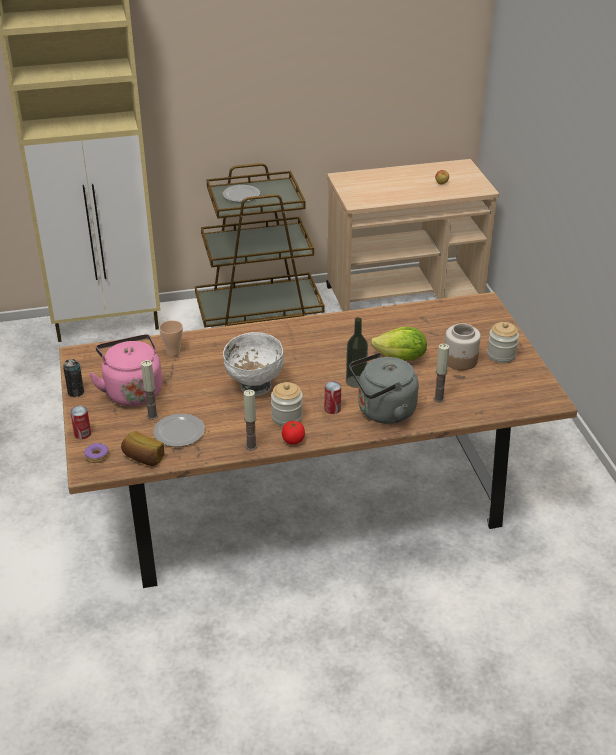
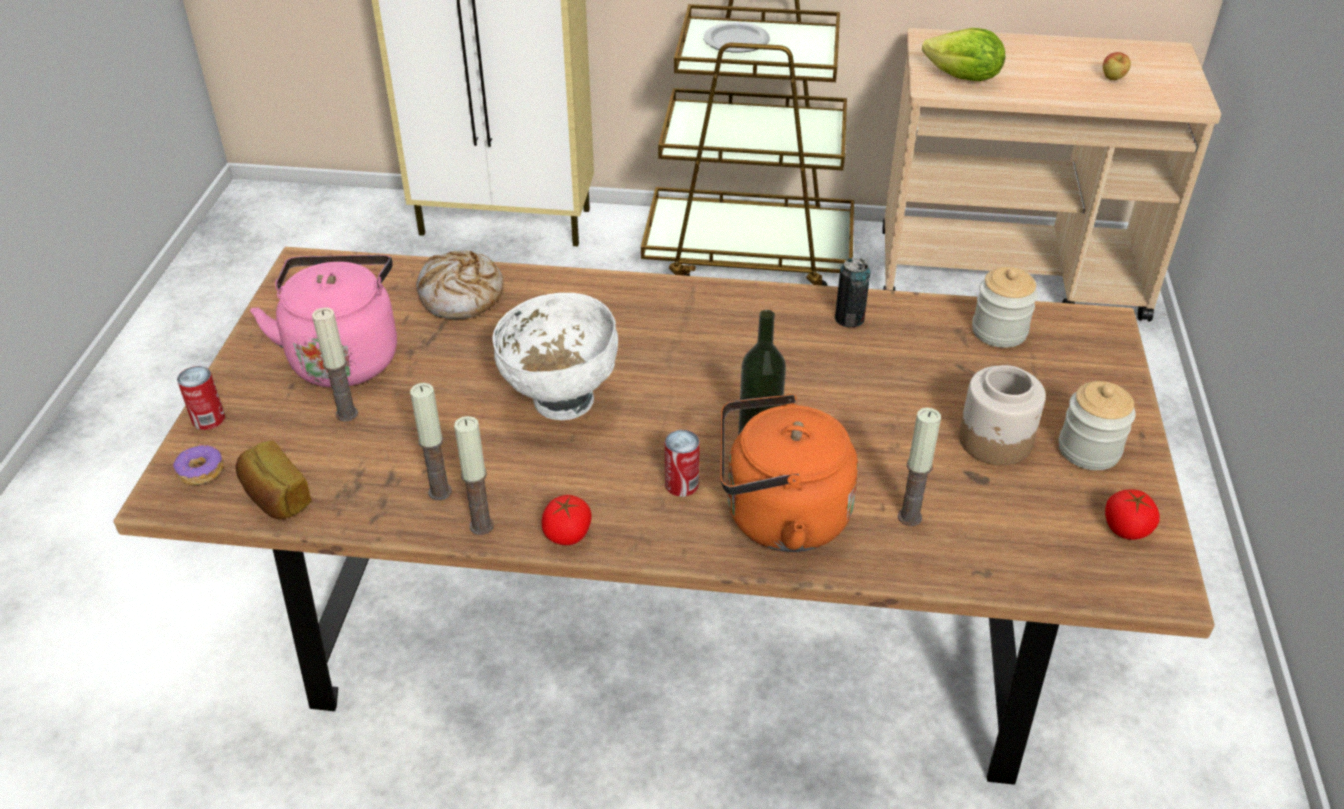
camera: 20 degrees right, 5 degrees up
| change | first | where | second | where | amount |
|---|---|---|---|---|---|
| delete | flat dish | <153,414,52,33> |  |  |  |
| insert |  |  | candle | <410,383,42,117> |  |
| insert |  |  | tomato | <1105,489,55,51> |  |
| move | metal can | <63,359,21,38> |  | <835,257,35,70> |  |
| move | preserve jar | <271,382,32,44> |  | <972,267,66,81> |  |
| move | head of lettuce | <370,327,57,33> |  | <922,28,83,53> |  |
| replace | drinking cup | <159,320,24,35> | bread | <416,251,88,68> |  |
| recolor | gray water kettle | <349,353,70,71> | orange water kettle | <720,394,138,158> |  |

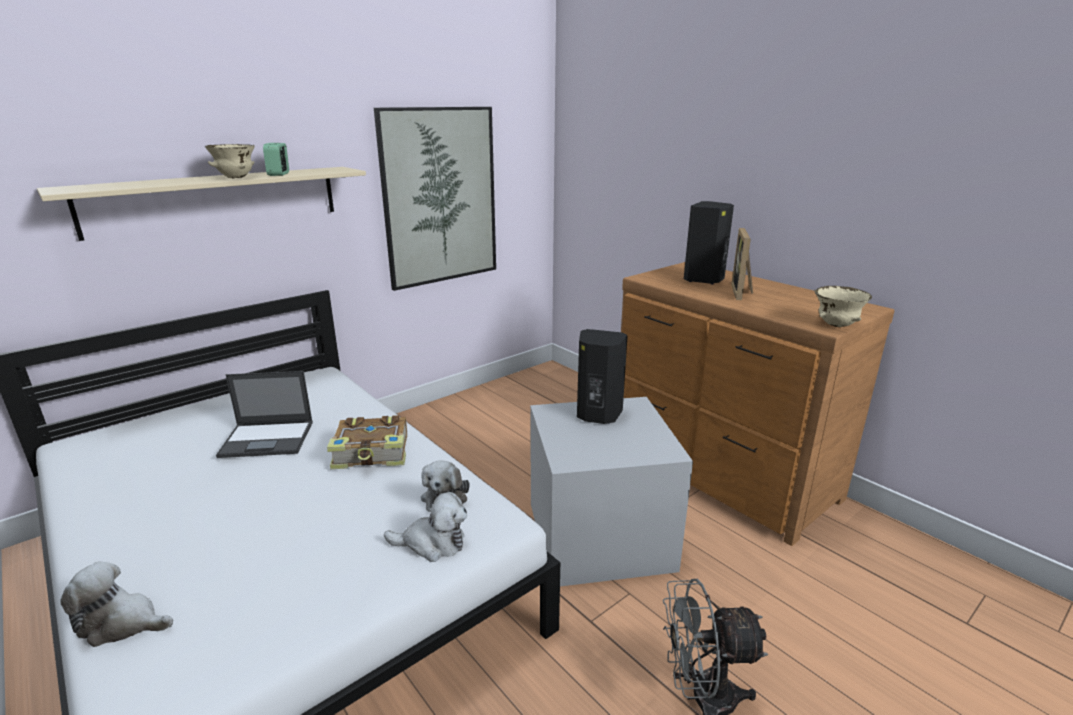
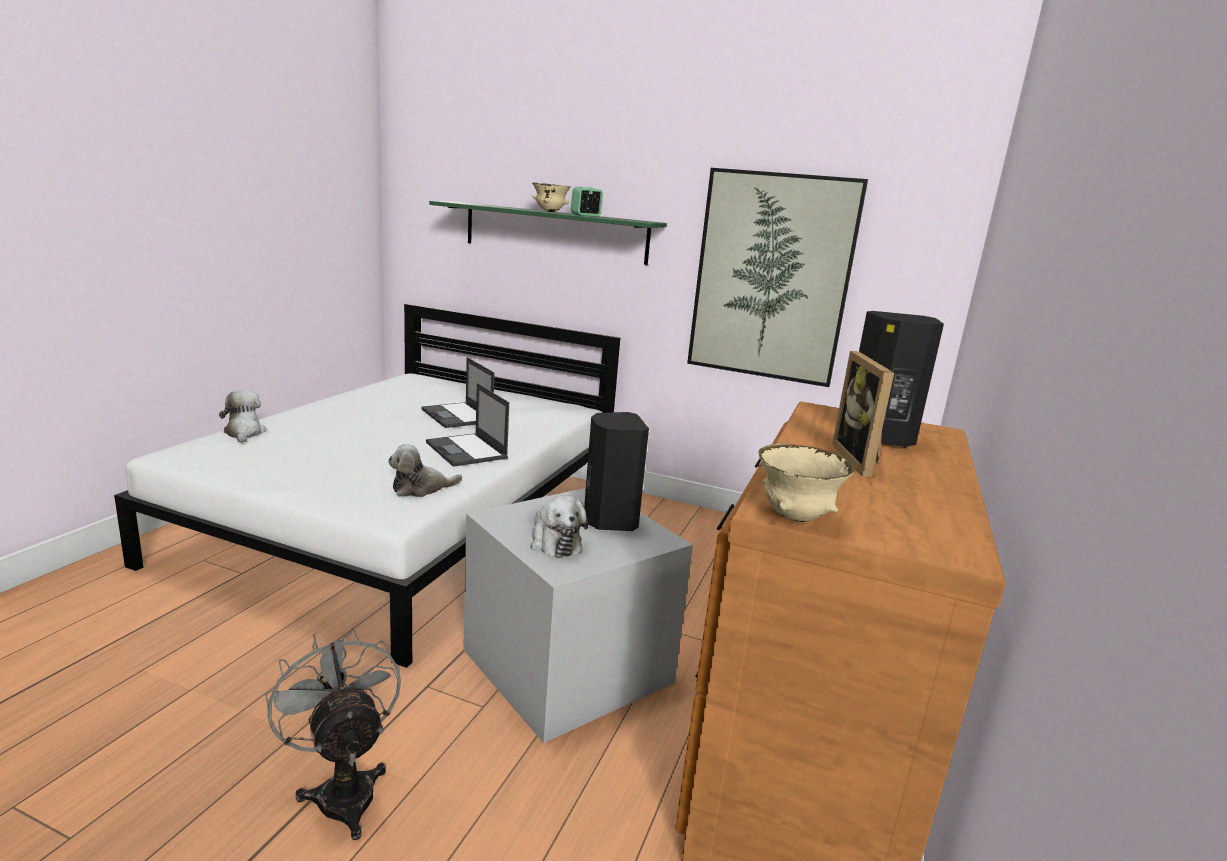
camera: 60 degrees right, 5 degrees down
| change | first | where | second | where | amount |
|---|---|---|---|---|---|
| move | cuddly toy | <384,492,83,70> |  | <531,495,57,63> |  |
| replace | book | <327,415,80,54> | laptop | <426,383,83,84> |  |
| recolor | sand-coloured bracket shelf | <37,167,329,74> | green bracket shelf | <429,201,238,64> |  |
| rotate | picture frame | <731,228,22,72> |  | <832,351,62,126> | 75 degrees counterclockwise |

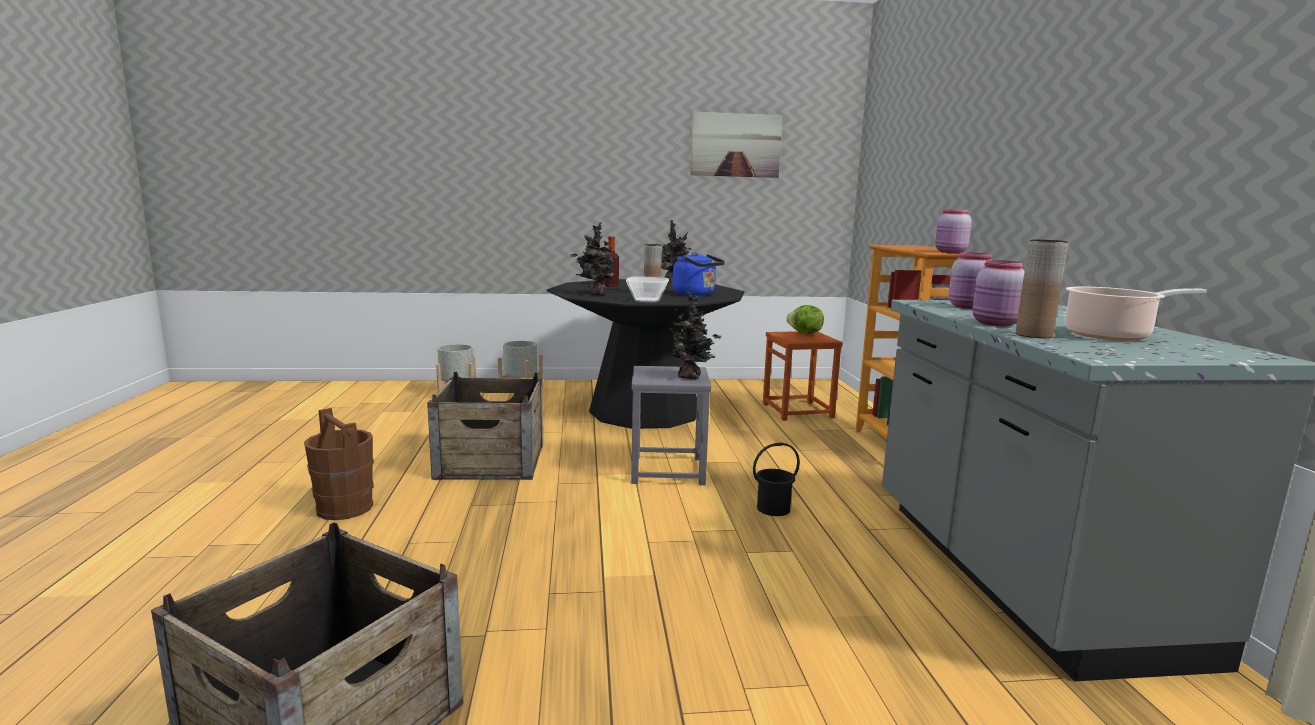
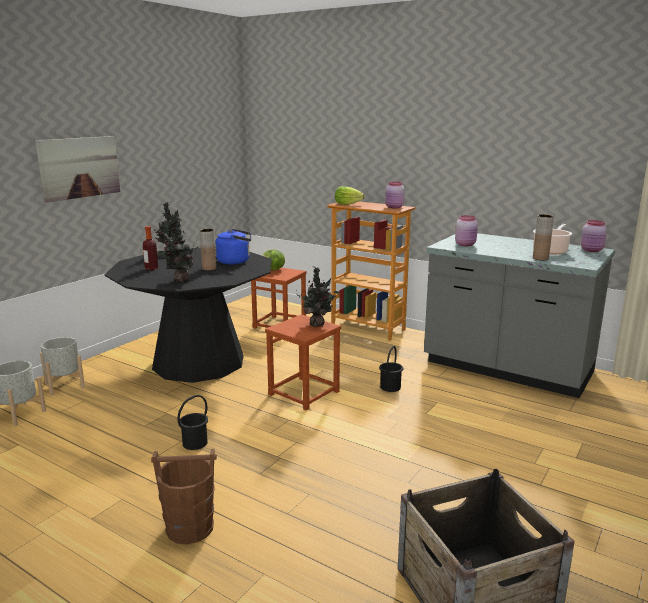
camera: 50 degrees left, 5 degrees up
| change | first | where | second | where | amount |
|---|---|---|---|---|---|
| delete | deep dish | <626,276,43,26> |  |  |  |
| insert |  |  | head of lettuce | <335,186,29,19> |  |
| move | wall art | <690,112,93,66> |  | <35,136,85,67> |  |
| move | pinkish preserve jar | <972,260,53,66> |  | <581,220,26,32> |  |
| replace | packing crate | <427,372,116,108> | black bucket | <178,395,30,55> |  |
| recolor | gray stool | <631,366,81,119> | brown-coloured stool | <265,315,76,95> |  |

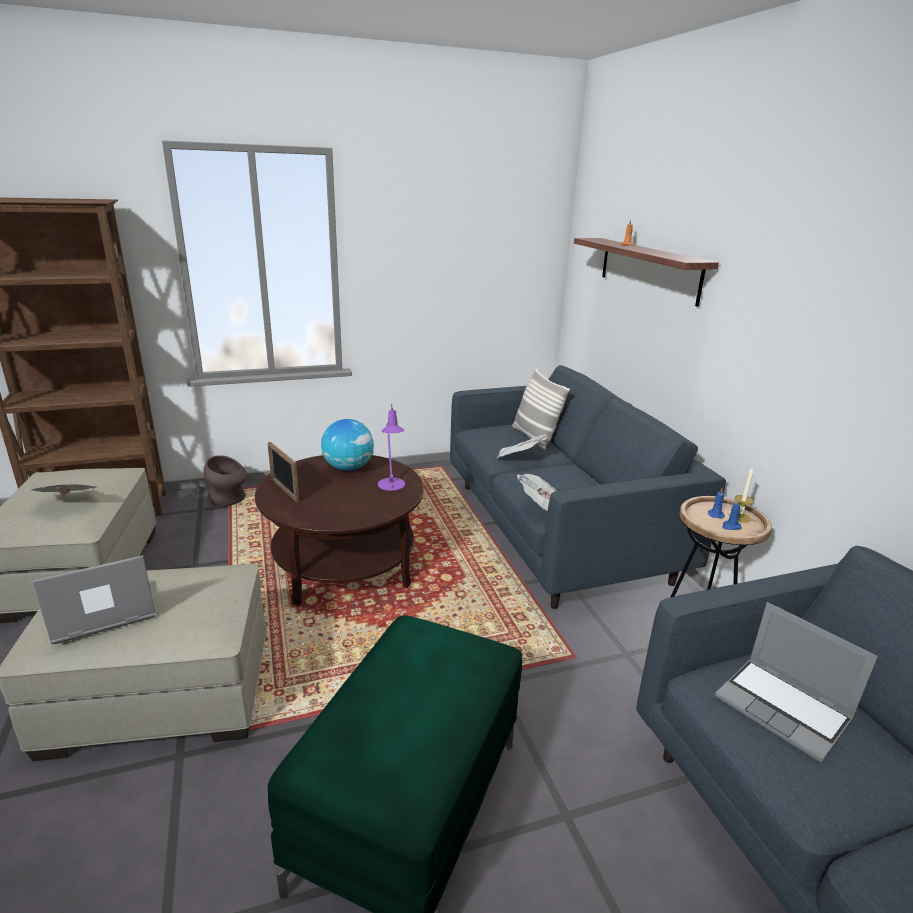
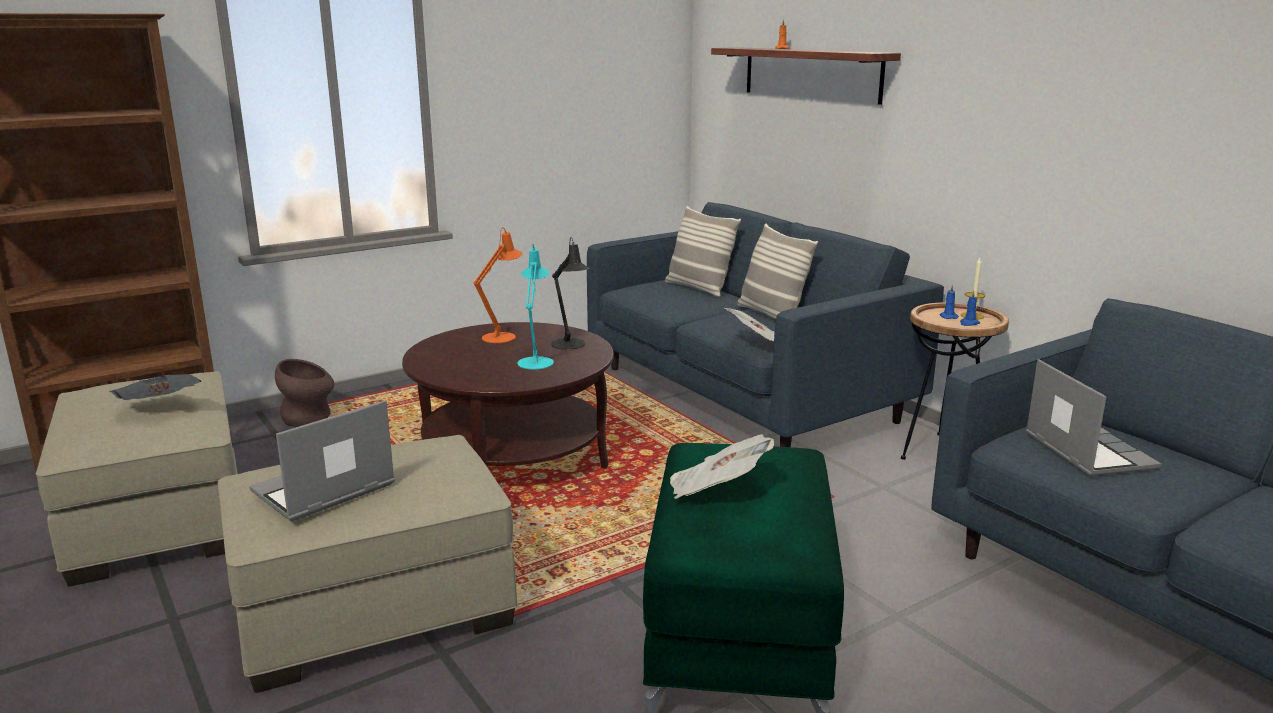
camera: 15 degrees left, 5 degrees down
| change | first | where | second | where | amount |
|---|---|---|---|---|---|
| delete | picture frame | <268,442,31,60> |  |  |  |
| insert |  |  | blue-green lamp for a table | <517,244,37,126> |  |
| insert |  |  | pillow | <737,224,81,95> |  |
| move | daily paper | <496,434,51,24> |  | <670,434,104,65> |  |
| replace | desk globe | <321,419,53,52> | orange lamp for a table | <473,227,50,116> |  |
| recolor | purplish lamp for a table | <378,404,27,87> | black lamp for a table | <551,237,38,113> |  |
| rotate | laptop | <715,602,163,161> |  | <1026,359,136,118> | 135 degrees counterclockwise |

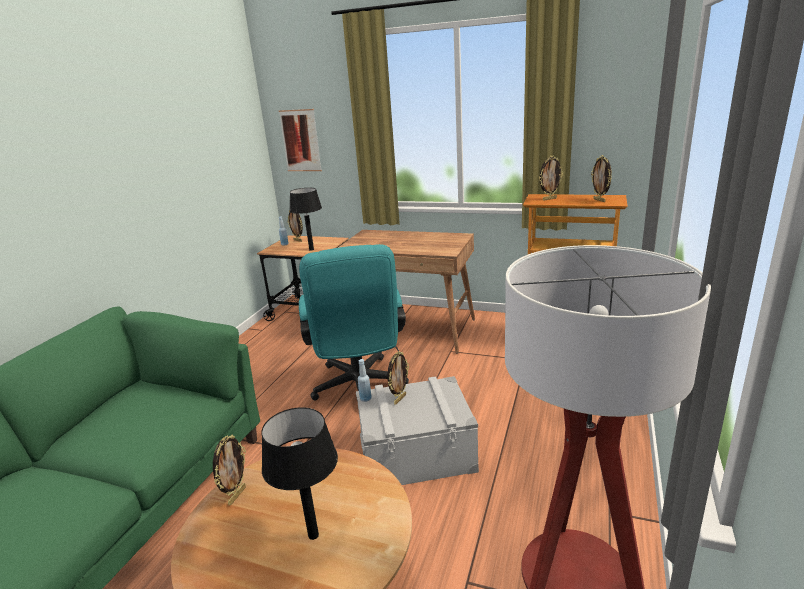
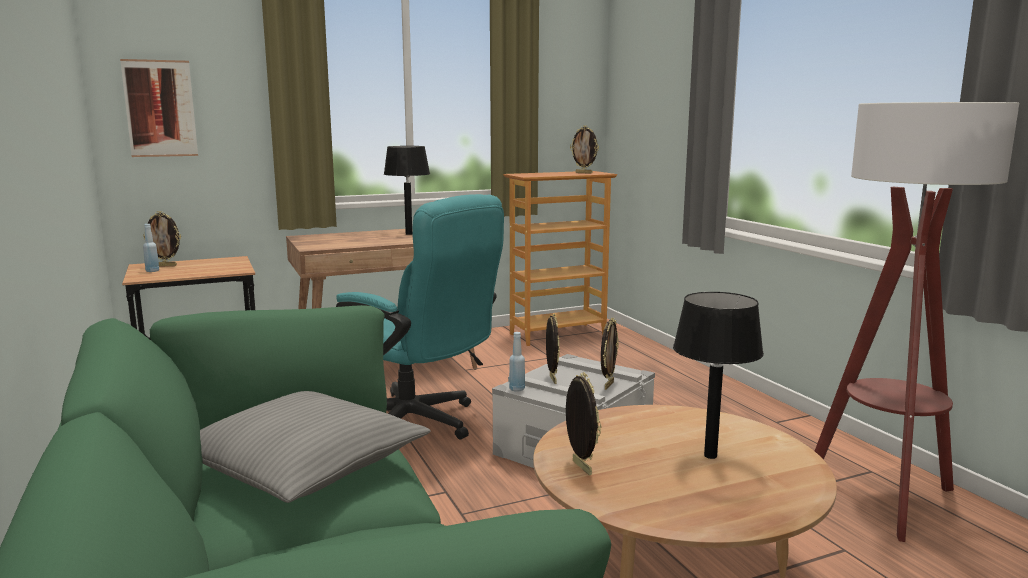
camera: 45 degrees left, 10 degrees down
| change | first | where | second | where | amount |
|---|---|---|---|---|---|
| insert |  |  | gray pillow | <200,391,231,112> |  |
| move | black lamp for a table | <289,188,33,63> |  | <384,146,46,89> |  |
| move | picture frame | <539,155,24,46> |  | <601,318,18,72> |  |

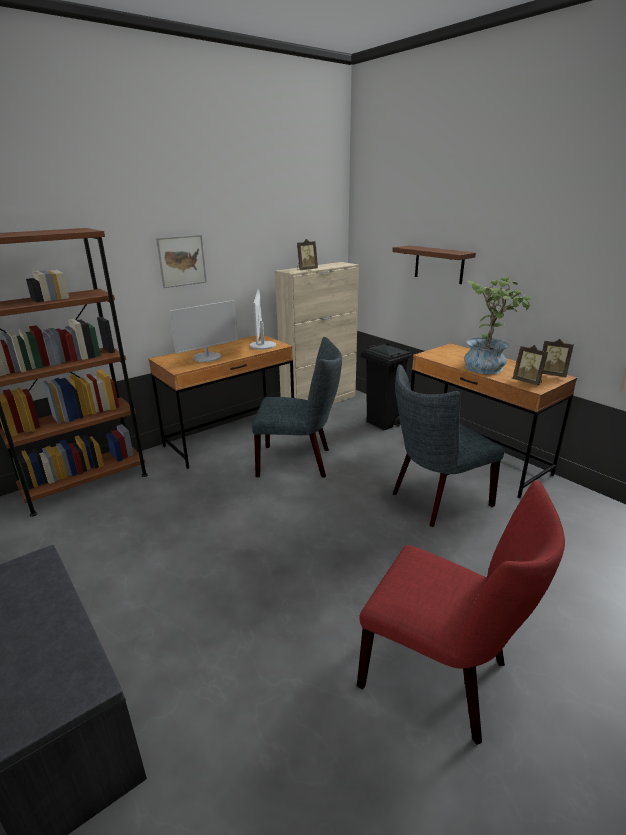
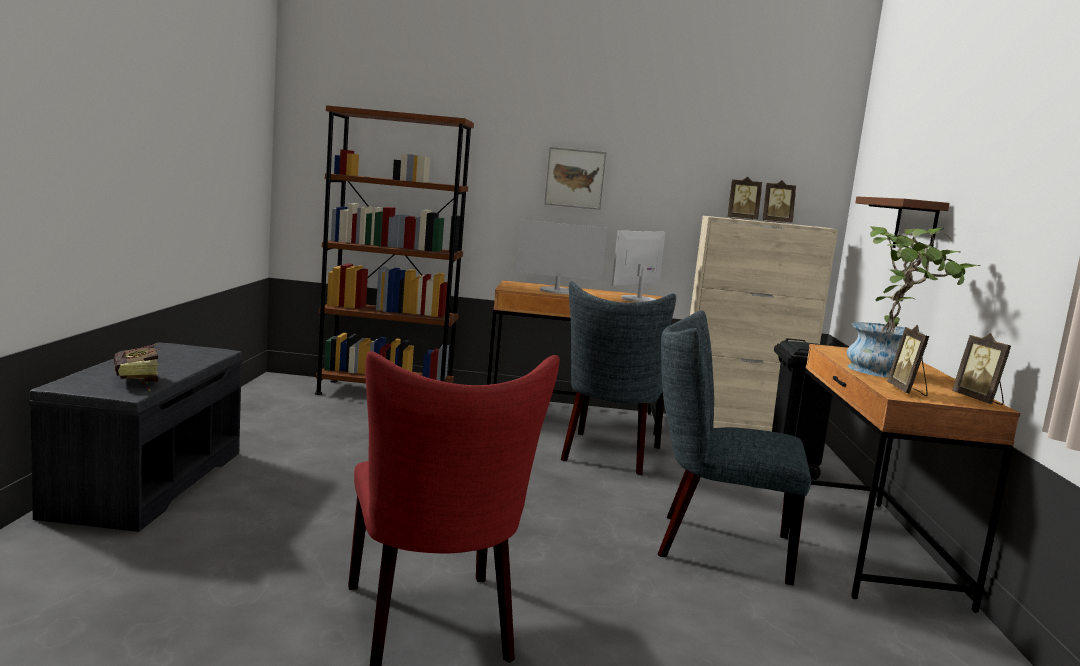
camera: 40 degrees right, 15 degrees down
| change | first | where | second | where | amount |
|---|---|---|---|---|---|
| insert |  |  | book | <114,344,45,47> |  |
| insert |  |  | picture frame | <762,180,34,43> |  |
| rotate | gray upright chair | <252,337,90,141> |  | <561,281,115,194> | 60 degrees clockwise |

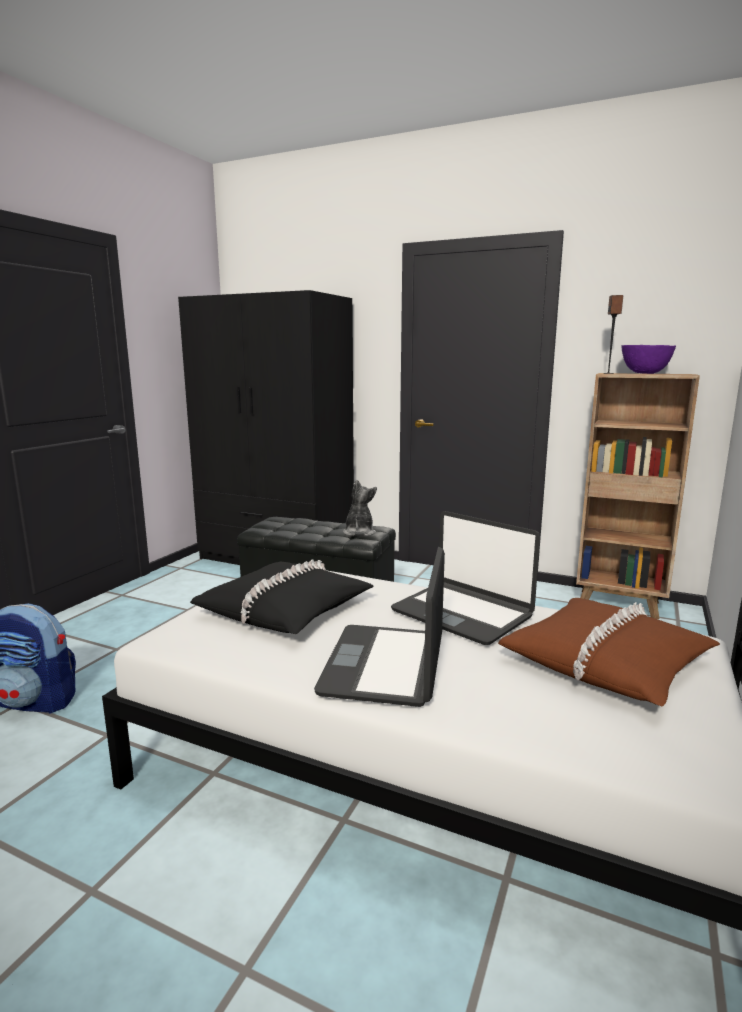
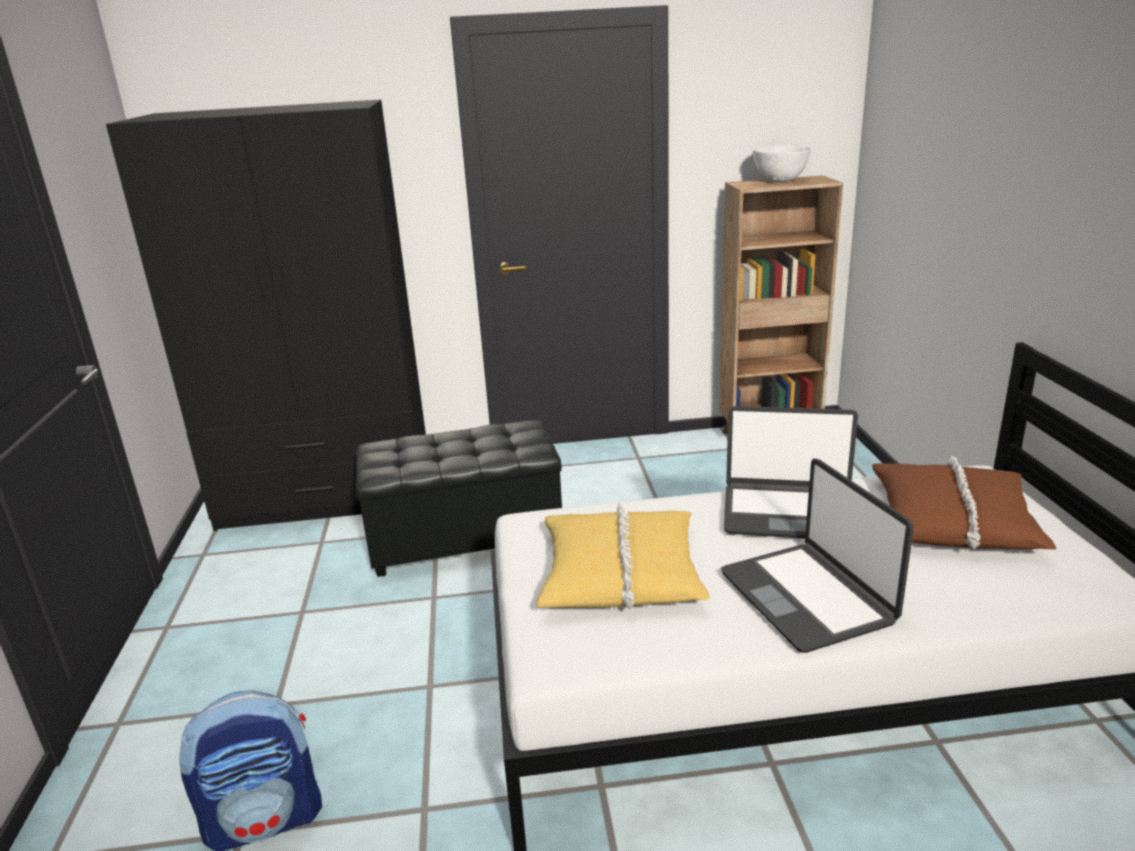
camera: 30 degrees left, 10 degrees up
| change | first | where | second | where | amount |
|---|---|---|---|---|---|
| delete | cuddly toy | <343,480,34,56> |  |  |  |
| delete | audio speaker | <603,295,20,79> |  |  |  |
| recolor | black pillow | <190,559,184,75> | yellow-coloured pillow | <536,502,174,107> |  |
| recolor | purplish deep dish | <621,345,55,29> | whitish deep dish | <752,145,59,37> |  |

